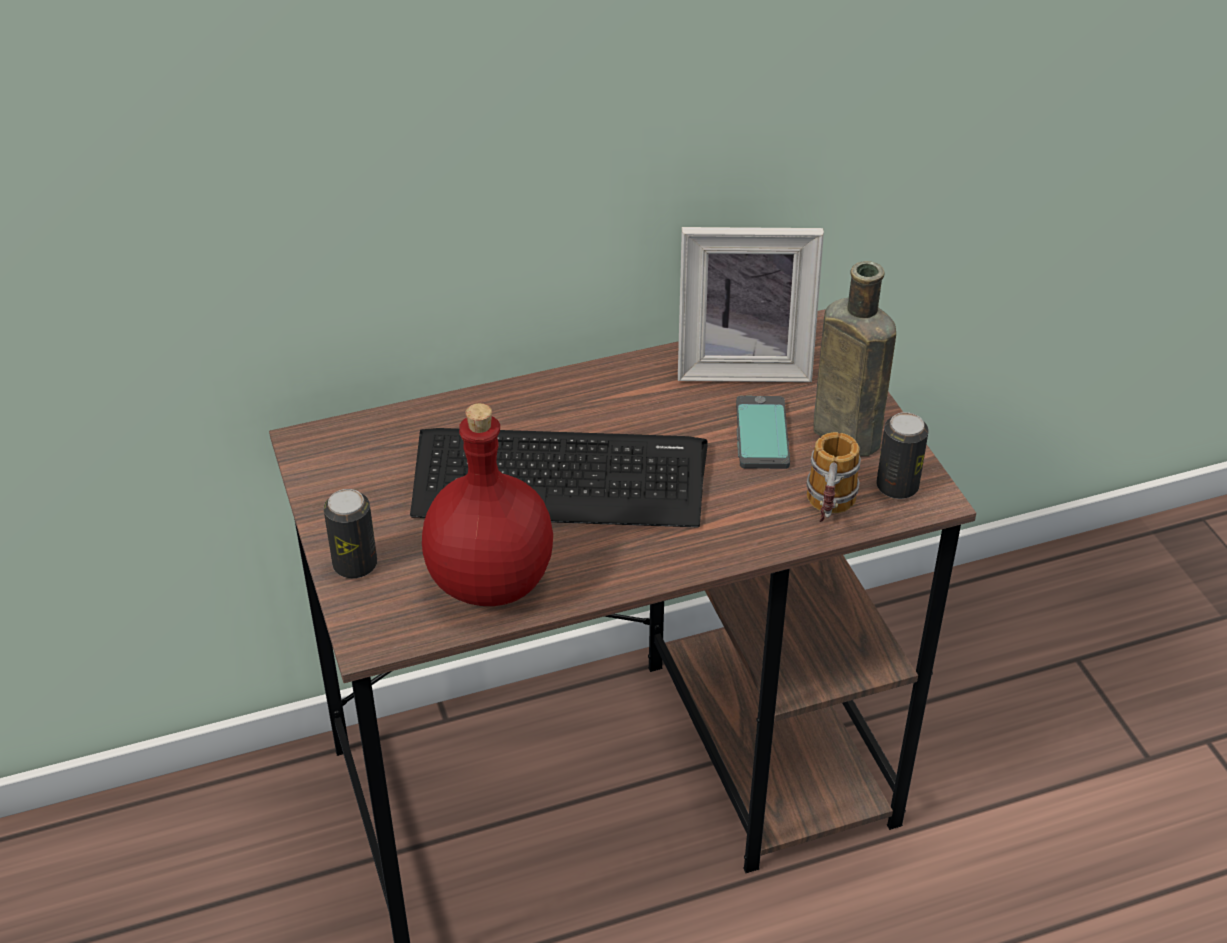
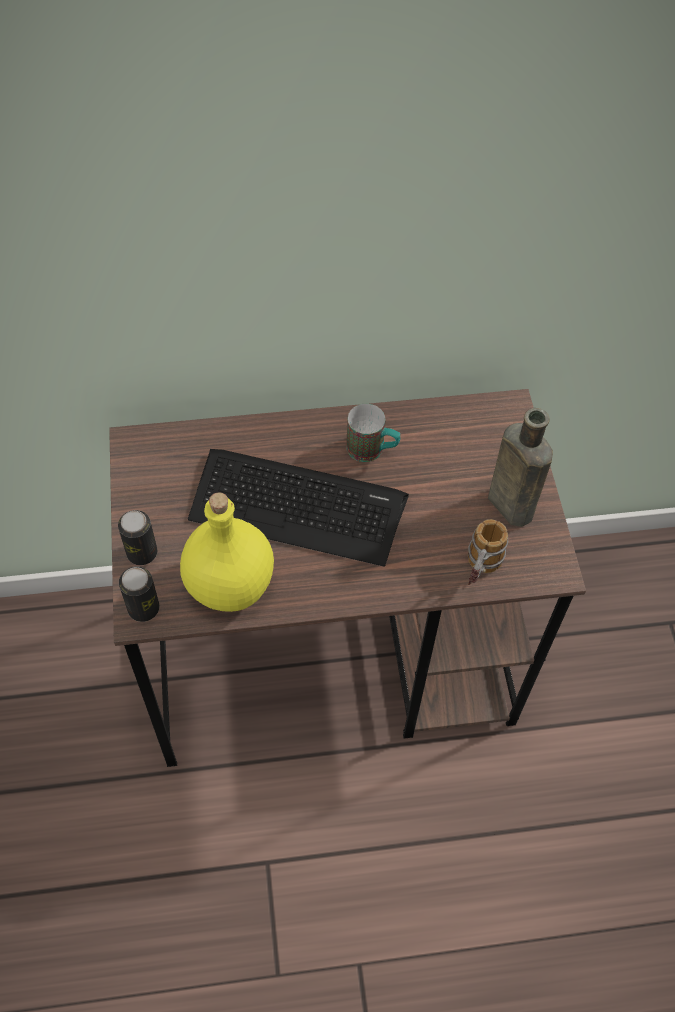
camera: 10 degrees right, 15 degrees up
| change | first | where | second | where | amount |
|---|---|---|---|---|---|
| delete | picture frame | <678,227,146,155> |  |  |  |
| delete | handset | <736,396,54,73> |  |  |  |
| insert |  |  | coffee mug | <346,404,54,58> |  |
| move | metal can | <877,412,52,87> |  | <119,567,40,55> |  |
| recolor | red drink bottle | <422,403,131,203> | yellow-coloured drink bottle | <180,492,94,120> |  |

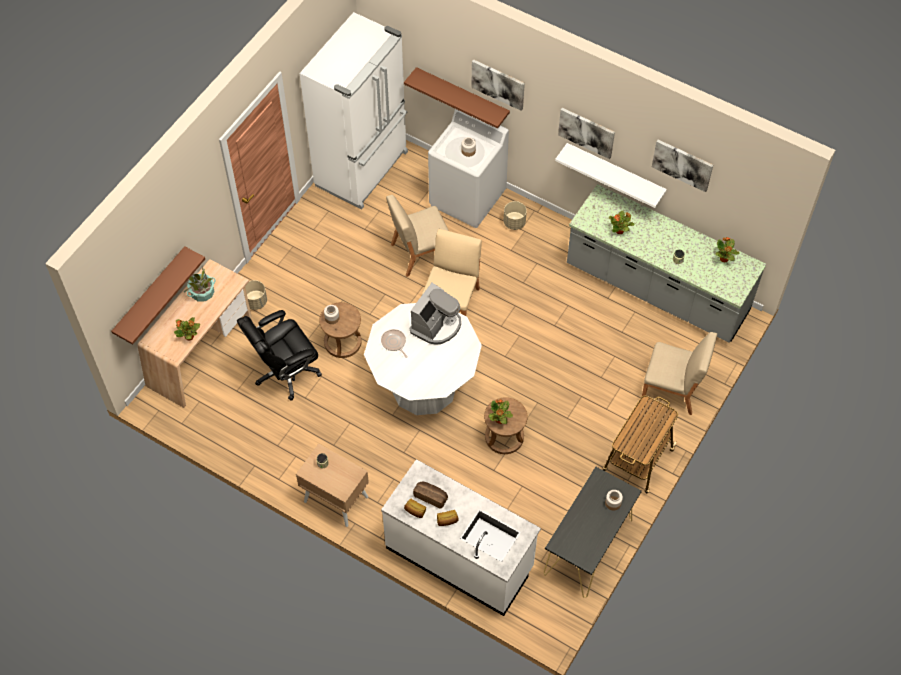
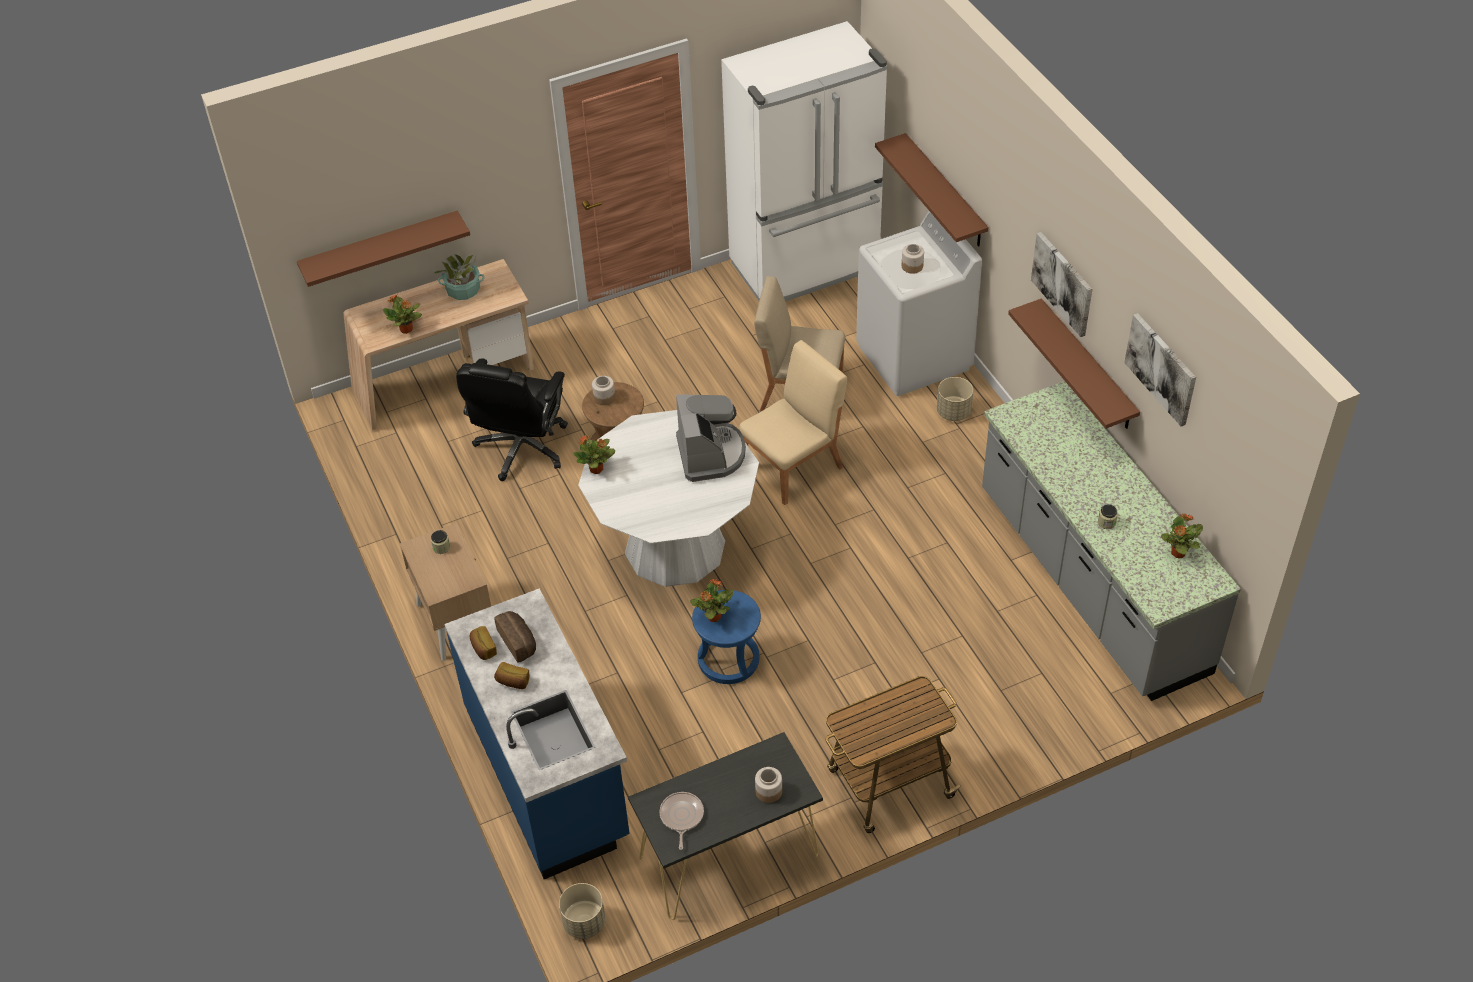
camera: 35 degrees right, 10 degrees down
| change | first | where | second | where | amount |
|---|---|---|---|---|---|
| delete | wall art | <471,59,54,52> |  |  |  |
| delete | sand-coloured upright chair | <642,332,75,83> |  |  |  |
| move | sand-coloured plant pot | <245,280,22,30> |  | <559,883,46,56> |  |
| move | skillet | <381,329,27,29> |  | <659,792,45,58> |  |
| move | houseplant | <609,211,26,23> |  | <573,435,42,39> |  |
| recolor | whitish counter | <381,459,160,157> | blue-coloured counter | <445,589,185,290> |  |
| recolor | brown-coloured stool | <484,397,44,57> | blue-coloured stool | <692,590,69,94> |  |
| recolor | whitish bracket shelf | <555,143,112,65> | brown-coloured bracket shelf | <1008,298,132,131> |  |
| rotate | black office chair | <237,310,85,91> |  | <456,358,112,123> | 75 degrees counterclockwise |
| rotate | coffee brewer | <410,283,51,62> |  | <676,394,70,88> | 75 degrees counterclockwise |

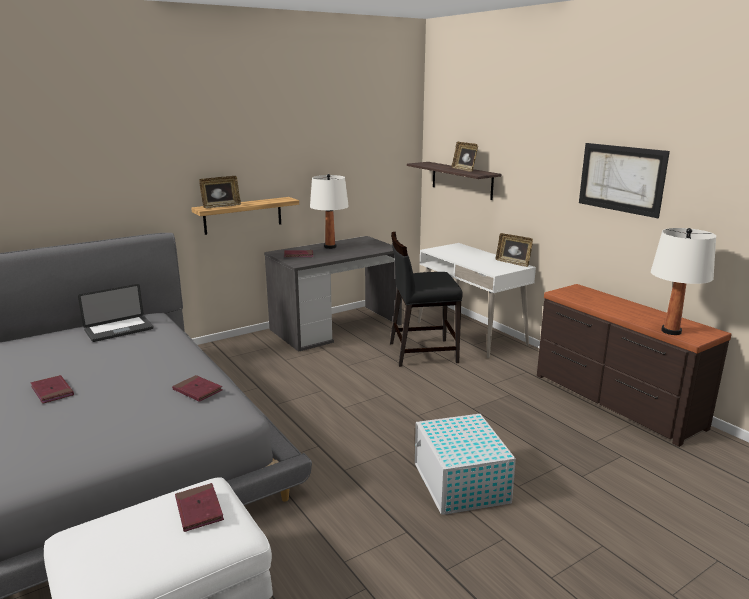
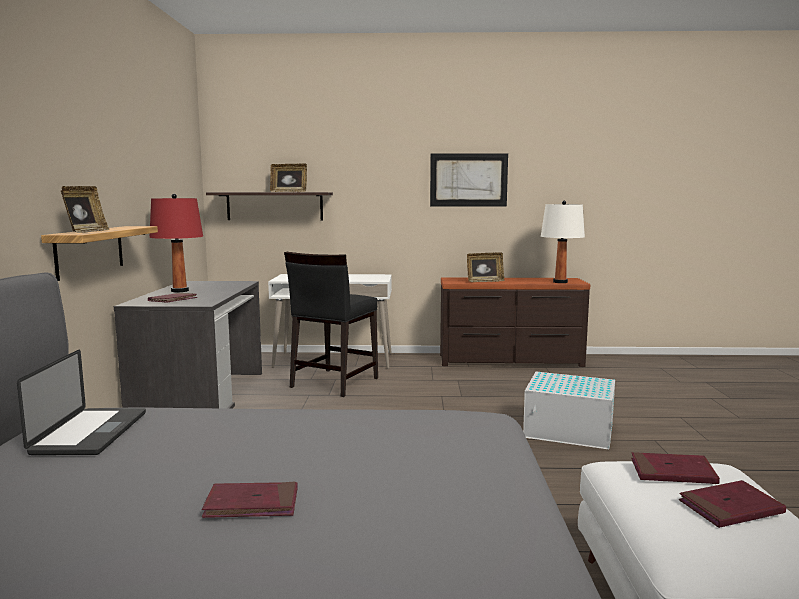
camera: 55 degrees left, 10 degrees down
| change | first | where | second | where | amount |
|---|---|---|---|---|---|
| move | red book | <172,375,51,27> |  | <679,480,107,48> |  |
| move | picture frame | <495,233,38,34> |  | <467,252,38,30> |  |
| recolor | whitish lamp for a table | <310,174,39,75> | red lamp for a table | <149,194,54,98> |  |

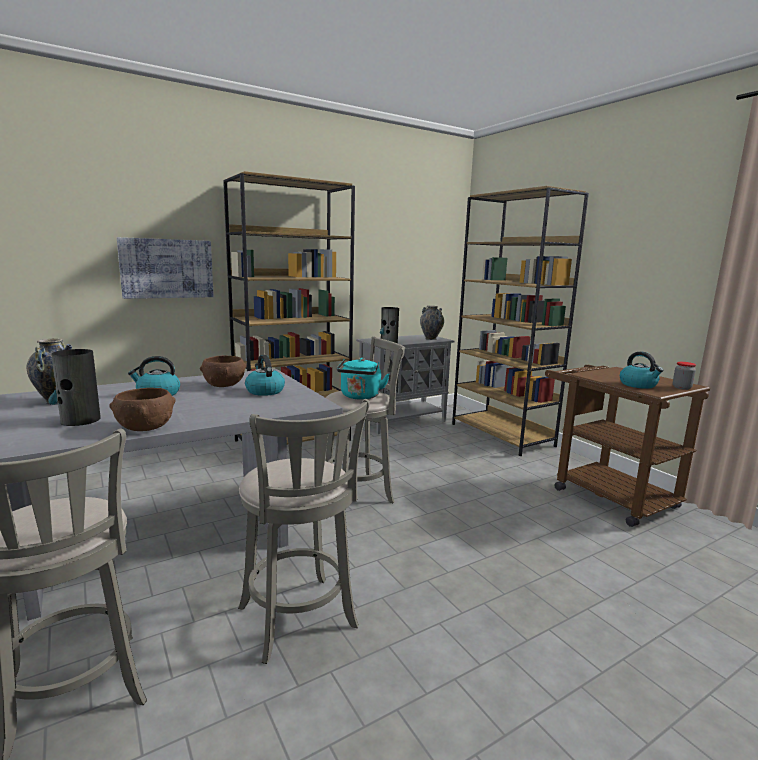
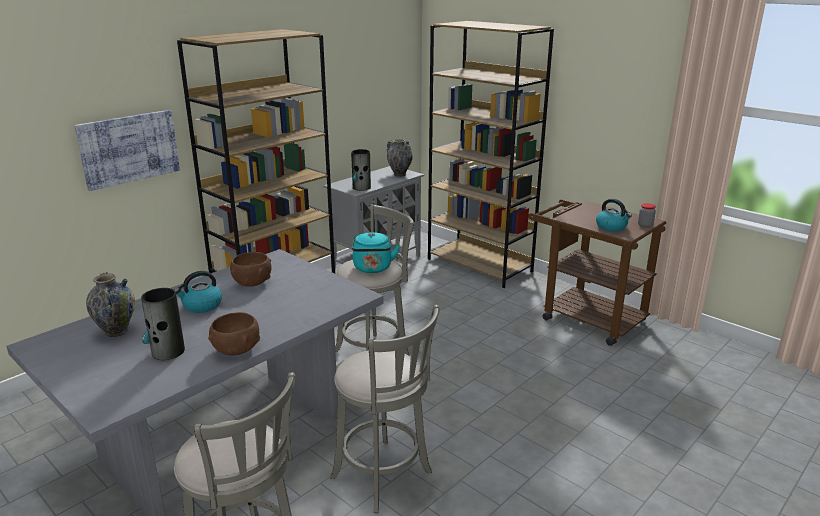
camera: 15 degrees left, 10 degrees up
| change | first | where | second | where | amount |
|---|---|---|---|---|---|
| delete | water kettle | <245,355,40,41> |  |  |  |

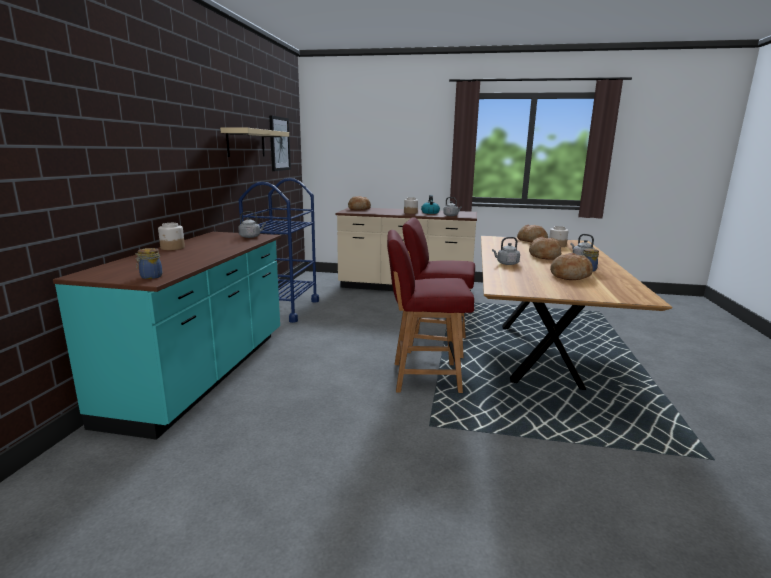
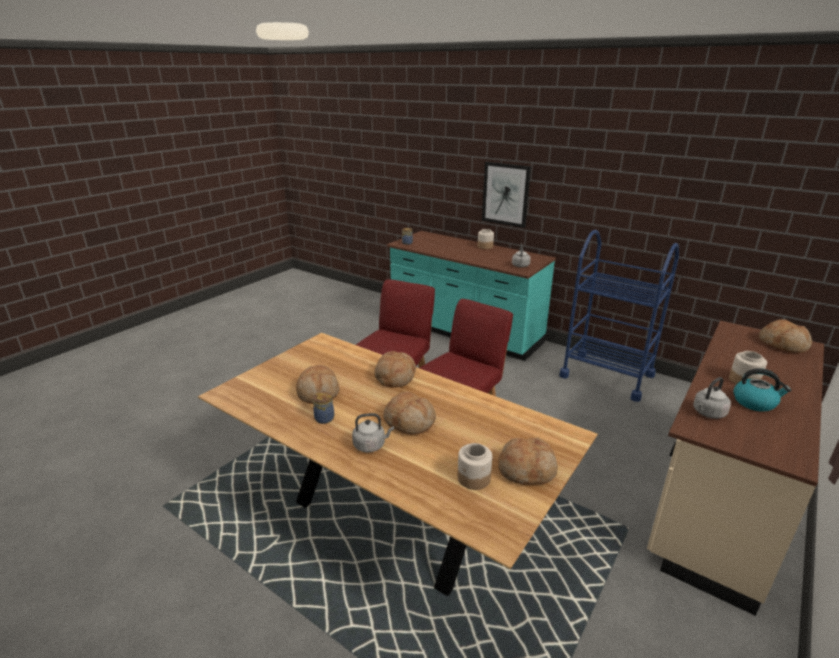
camera: 115 degrees right, 10 degrees up
| change | first | where | second | where | amount |
|---|---|---|---|---|---|
| delete | sand-coloured bracket shelf | <220,127,69,30> |  |  |  |
| move | wall art | <269,115,22,56> |  | <482,162,49,66> |  |
| replace | gray water kettle | <492,237,28,28> | bread | <375,351,41,37> |  |

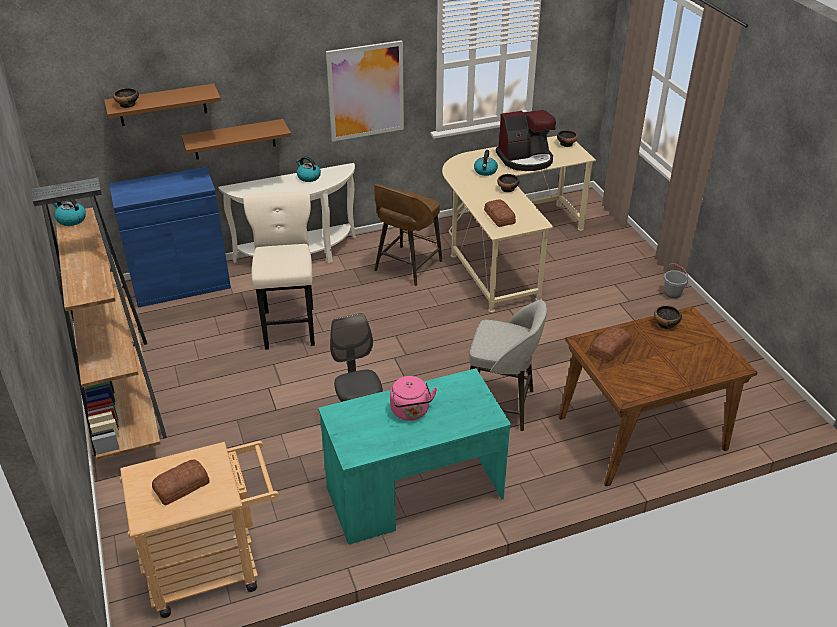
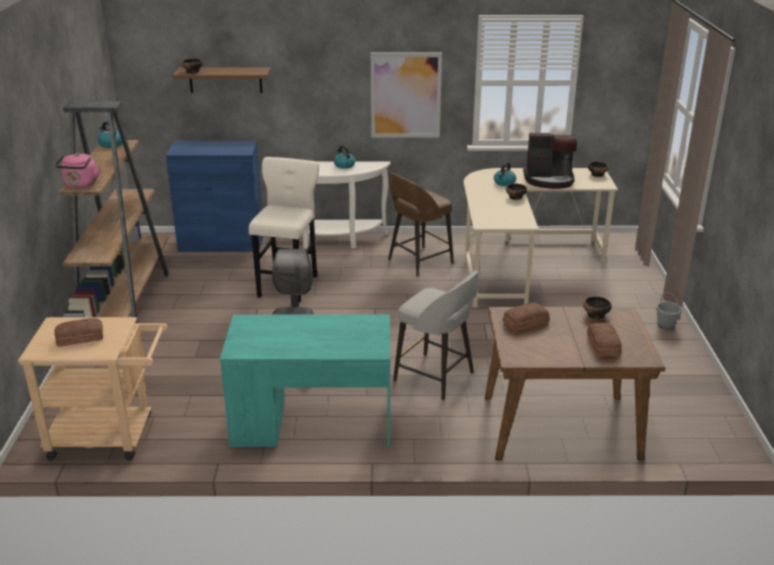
camera: 20 degrees right, 10 degrees down
| change | first | where | second | where | amount |
|---|---|---|---|---|---|
| delete | brown-coloured bracket shelf | <181,119,110,41> |  |  |  |
| move | pinkish water kettle | <390,376,47,45> |  | <55,153,46,35> |  |
| move | bread | <484,199,32,28> |  | <587,323,35,33> |  |

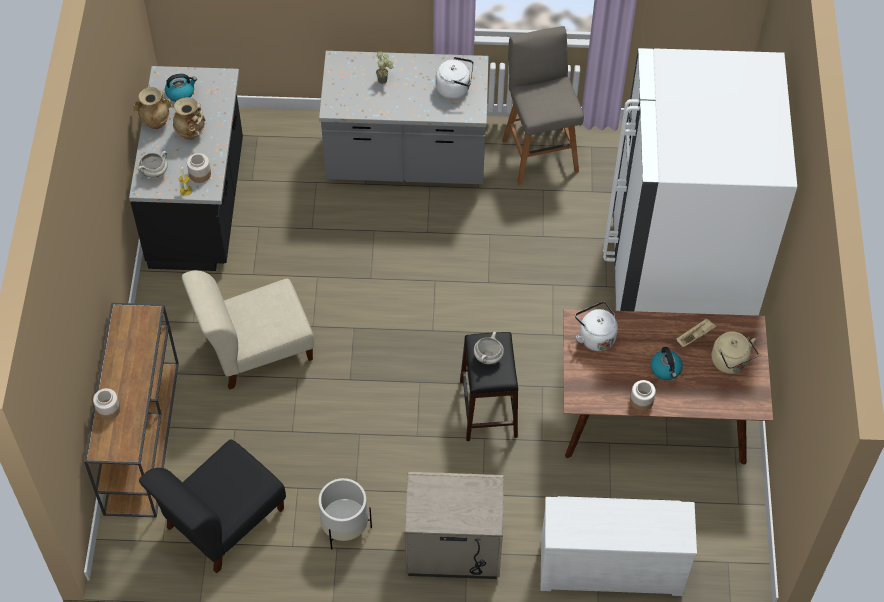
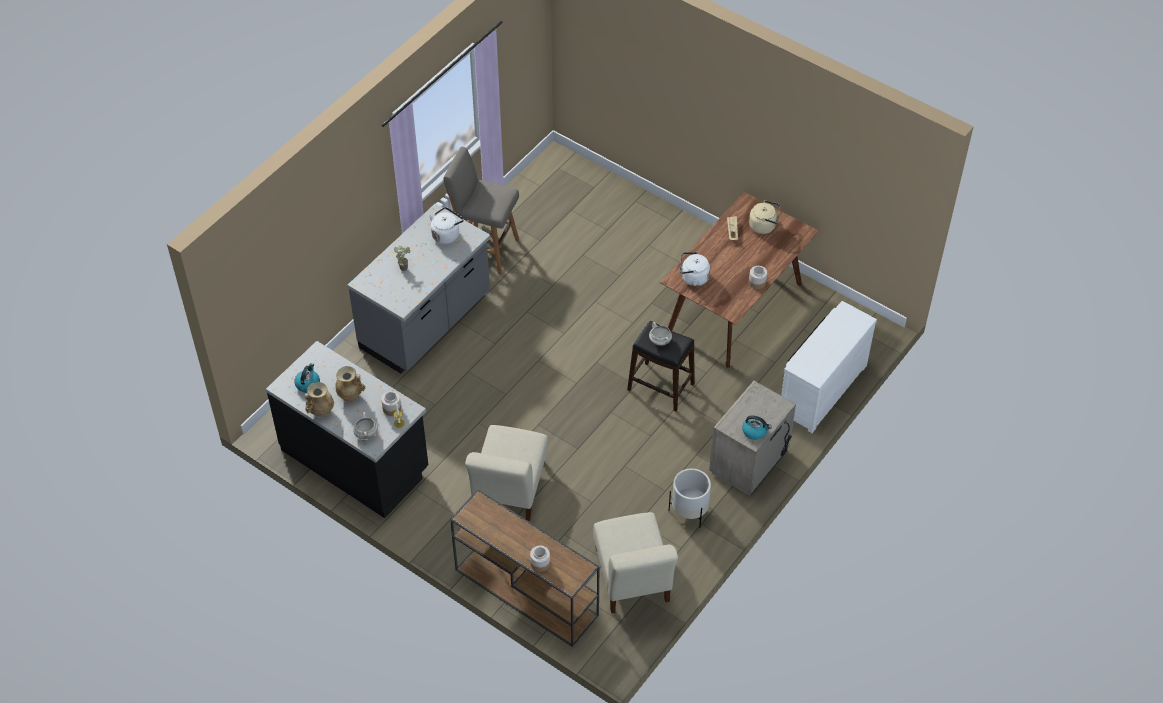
camera: 55 degrees left, 5 degrees down
| change | first | where | second | where | amount |
|---|---|---|---|---|---|
| delete | whitish refrigerator | <603,48,194,268> |  |  |  |
| move | water kettle | <651,347,32,33> |  | <742,415,30,25> |  |
| recolor | black upright chair | <139,439,147,134> | sand-coloured upright chair | <593,512,85,101> |  |

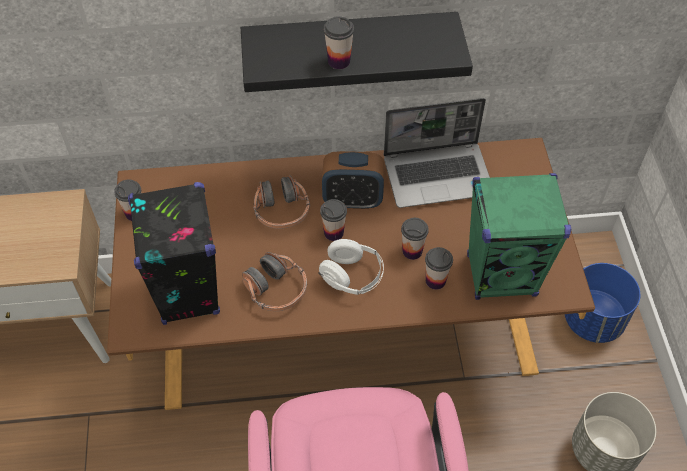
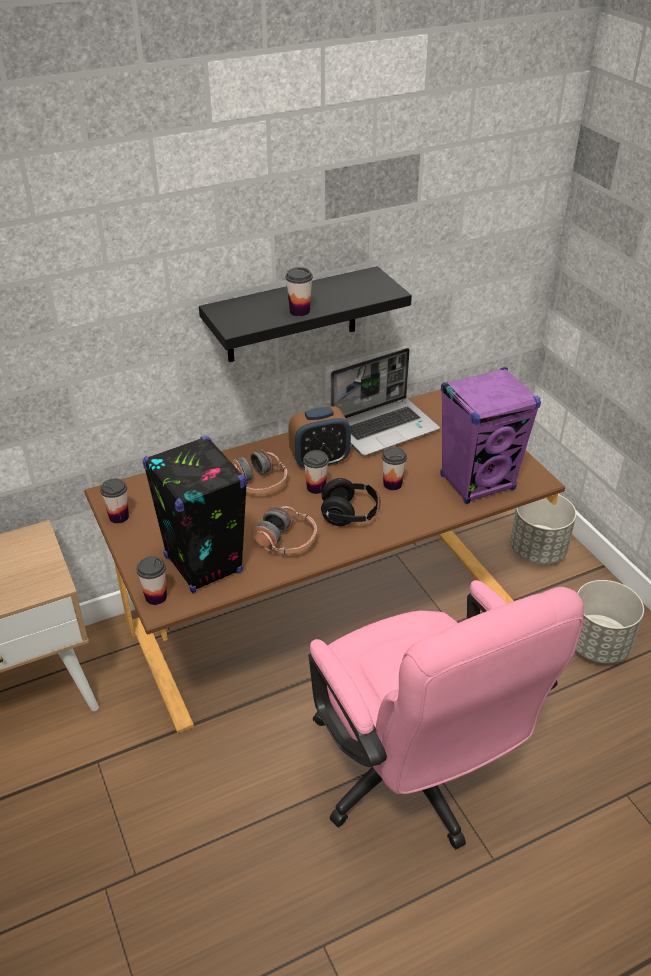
camera: 20 degrees left, 15 degrees down
| change | first | where | second | where | amount |
|---|---|---|---|---|---|
| move | drinking cup | <425,247,28,43> |  | <136,556,31,49> |  |
| recolor | whitish headphones | <319,239,65,56> | black headphones | <321,478,60,48> |  |
| recolor | green audio speaker | <467,173,104,127> | purplish audio speaker | <441,367,100,137> |  |
| recolor | blue-coloured plant pot | <565,263,75,80> | gray plant pot | <510,494,66,70> |  |

